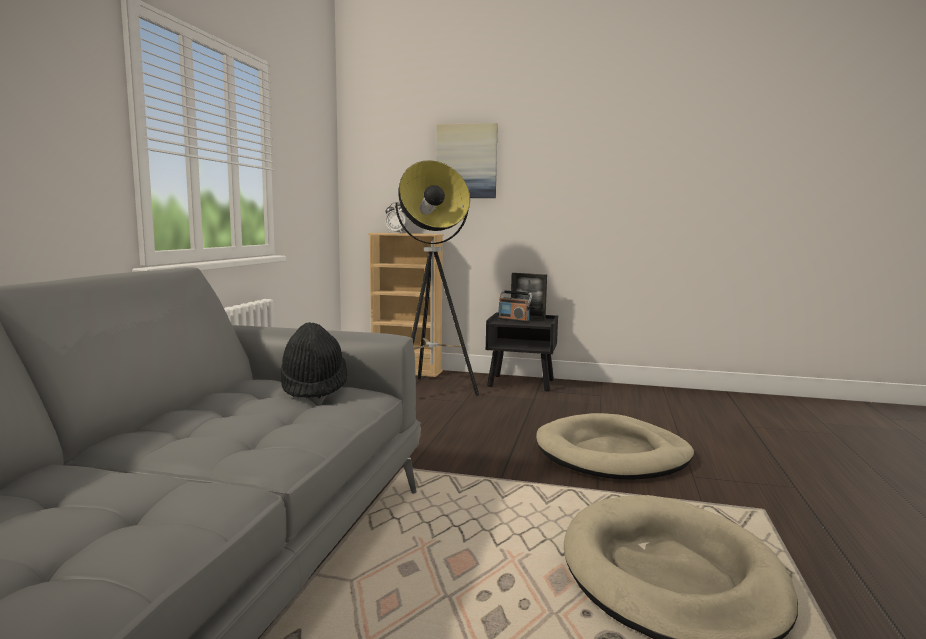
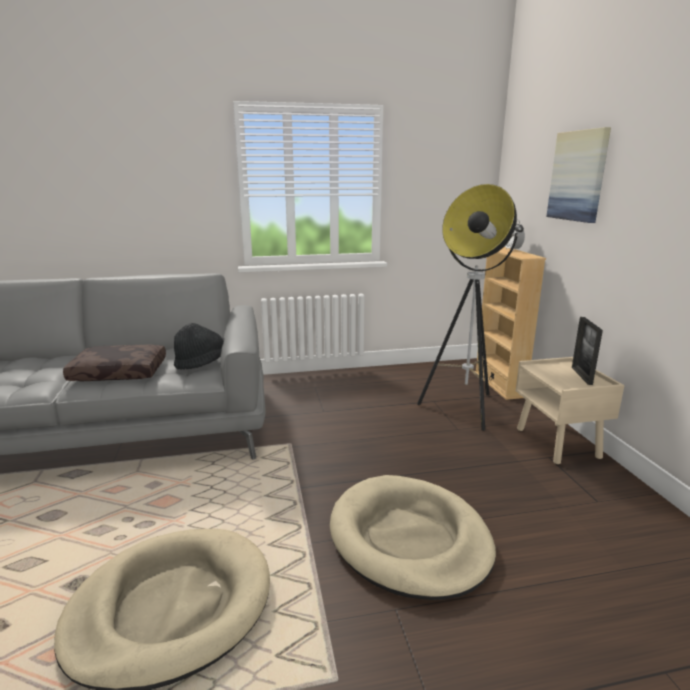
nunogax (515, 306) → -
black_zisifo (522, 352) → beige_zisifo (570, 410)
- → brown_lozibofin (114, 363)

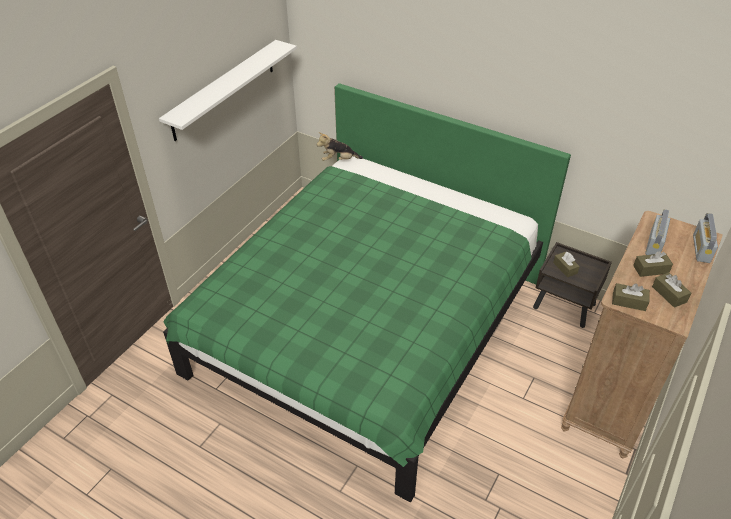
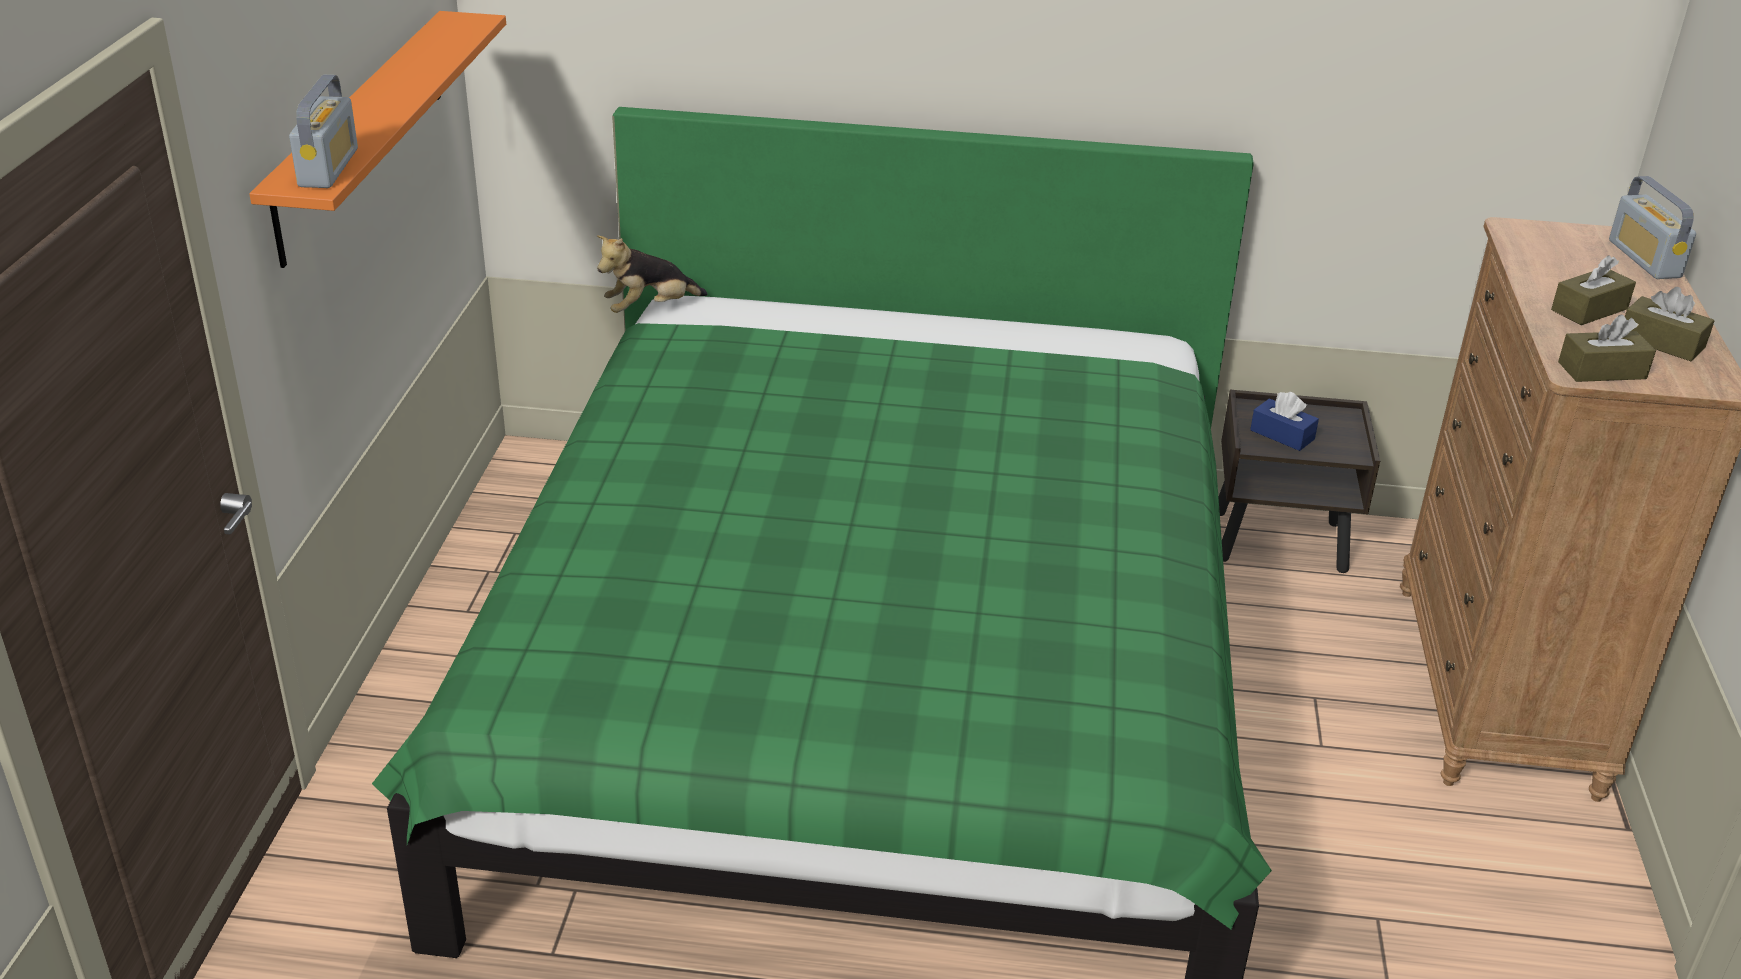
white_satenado (228, 90) → orange_satenado (377, 139)
nunogax (657, 232) → nunogax (323, 131), shifted
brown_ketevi (566, 264) → blue_ketevi (1284, 421)

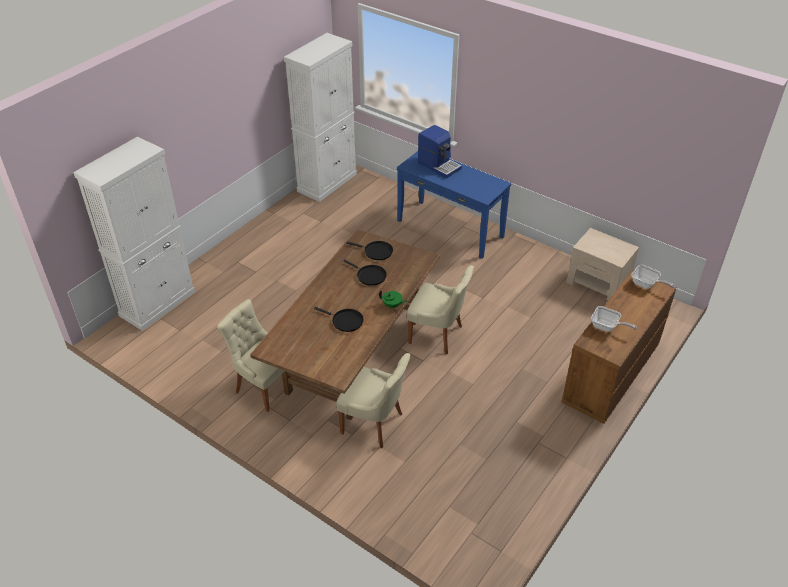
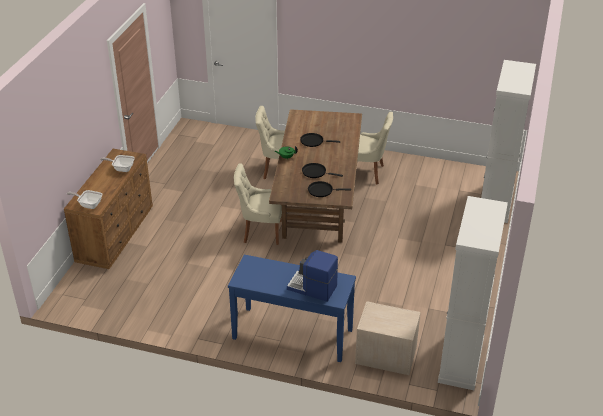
beige_zisifo (602, 264) → beige_zisifo (387, 338), shifted

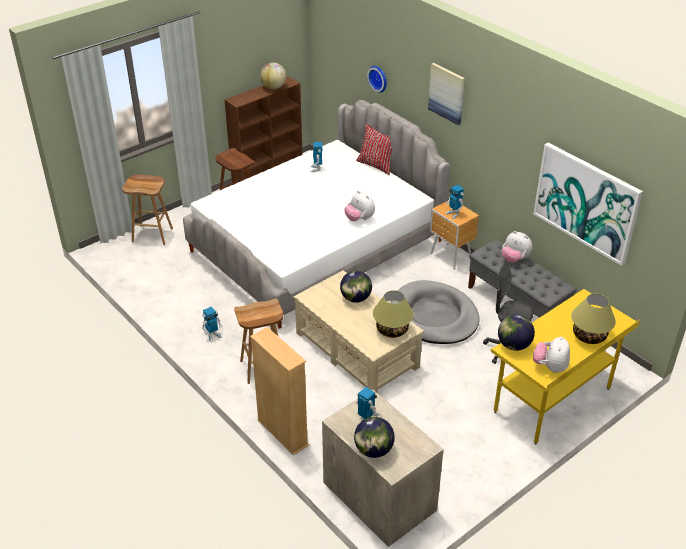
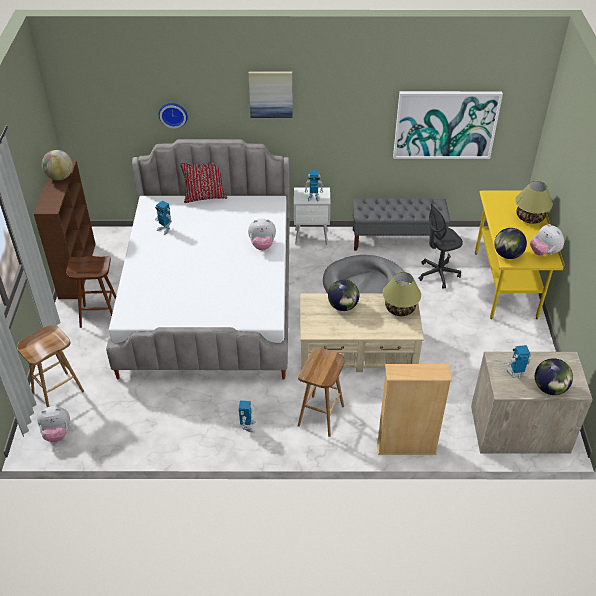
brown_zisifo (454, 235) → white_zisifo (312, 216)
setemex (517, 247) → setemex (53, 424), shifted

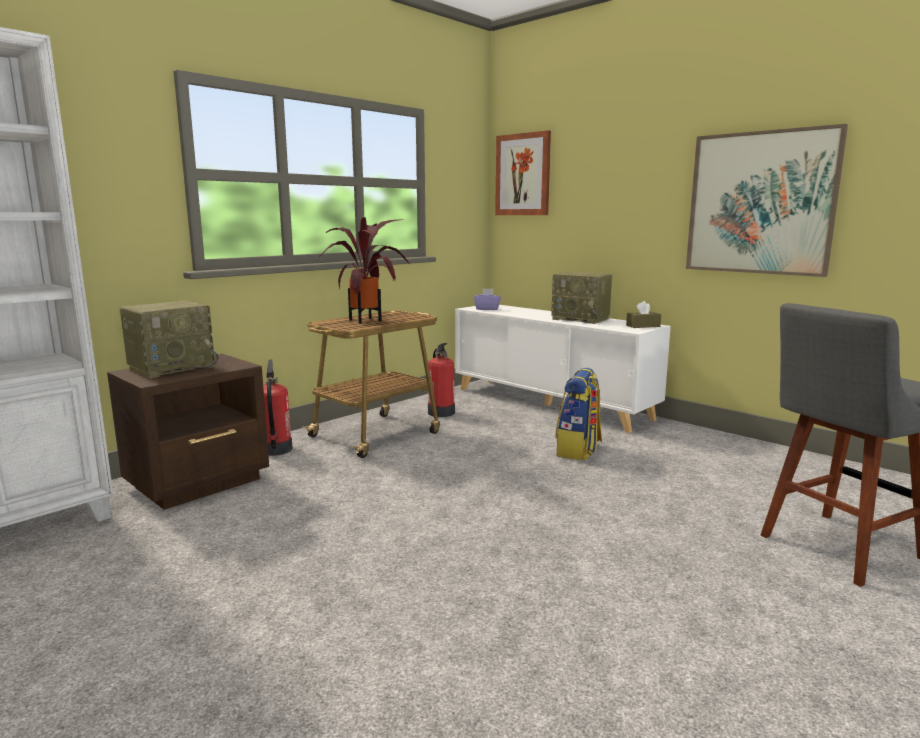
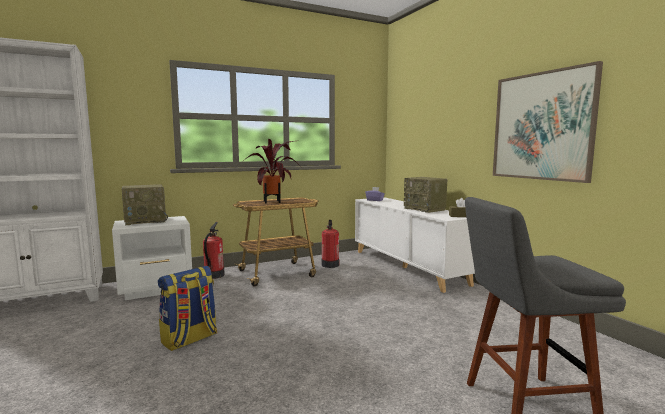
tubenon (523, 172) → -
brown_zisifo (188, 432) → white_zisifo (152, 258)
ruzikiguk (578, 414) → ruzikiguk (187, 308), shifted

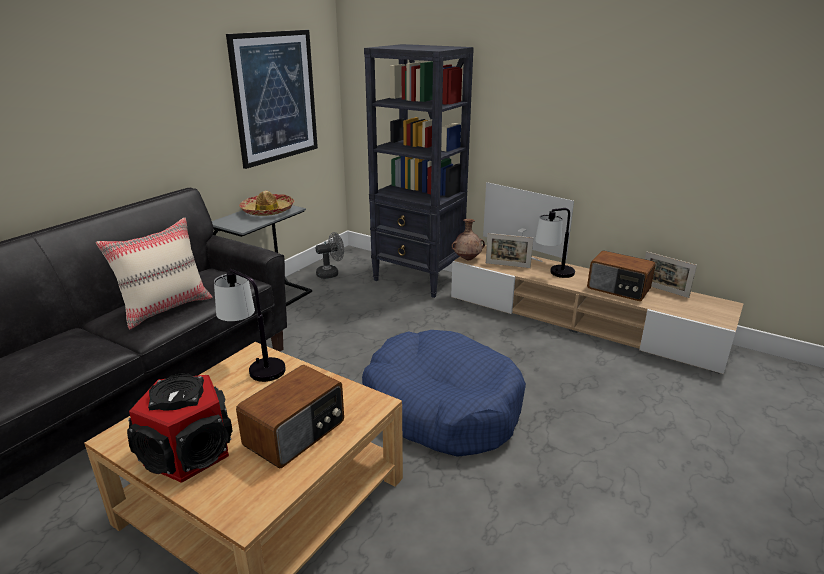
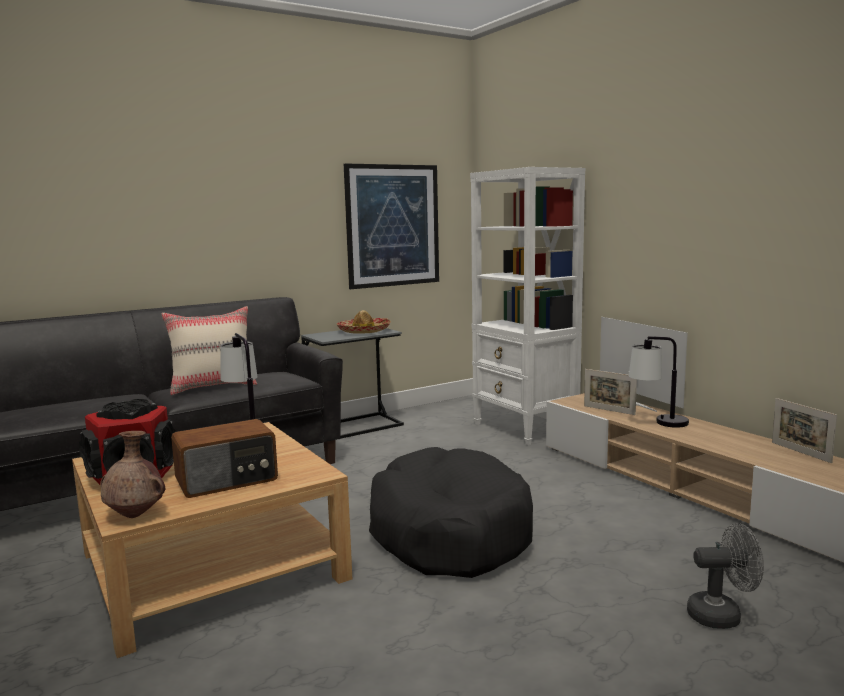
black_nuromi (419, 171) → white_nuromi (527, 306)
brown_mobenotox (468, 240) → brown_mobenotox (132, 474), shifted
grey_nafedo (330, 255) → grey_nafedo (725, 576), shifted
nunogax (621, 276) → -
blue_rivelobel (444, 393) → black_rivelobel (451, 512)

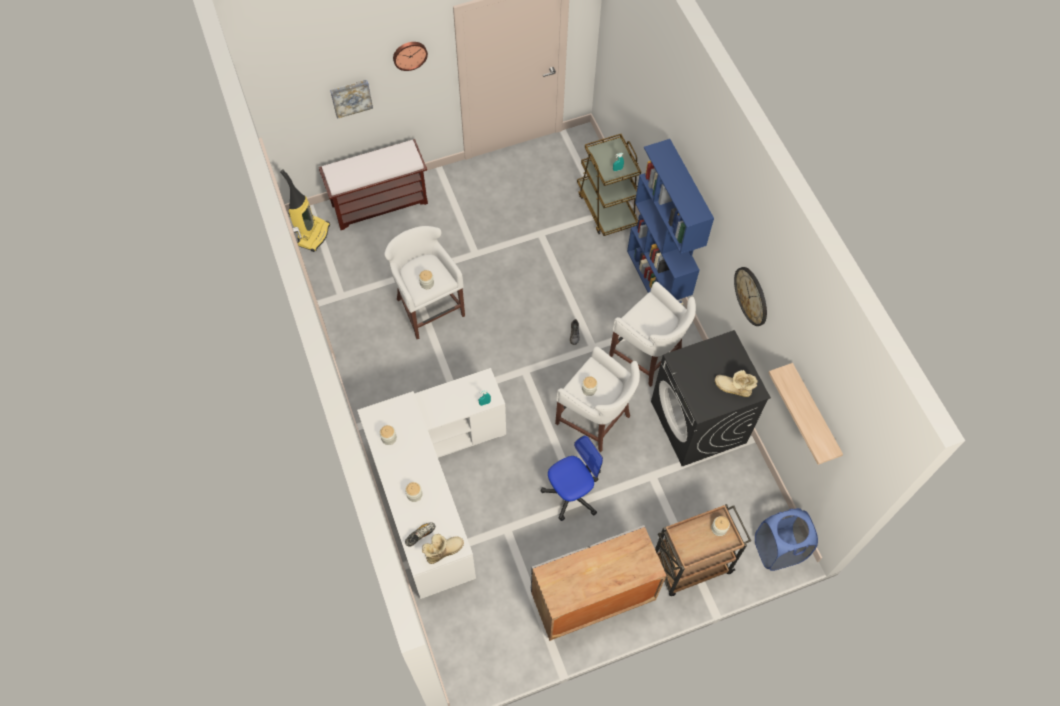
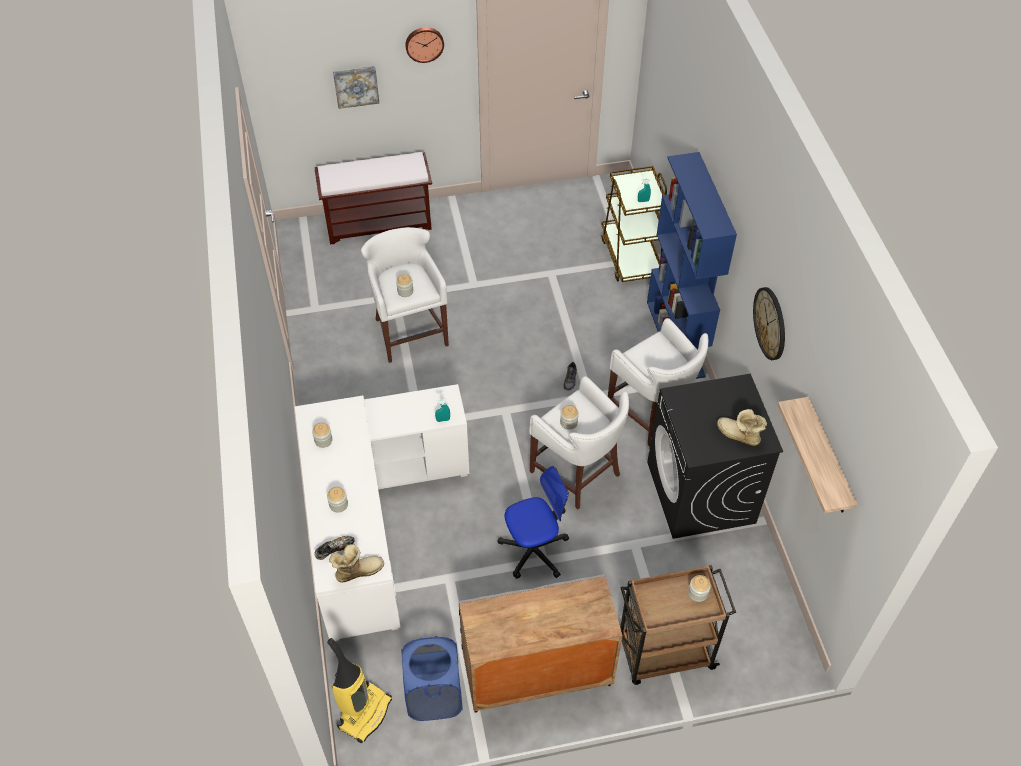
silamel (305, 210) → silamel (359, 690), shifted
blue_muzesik (786, 539) → blue_muzesik (432, 678), shifted

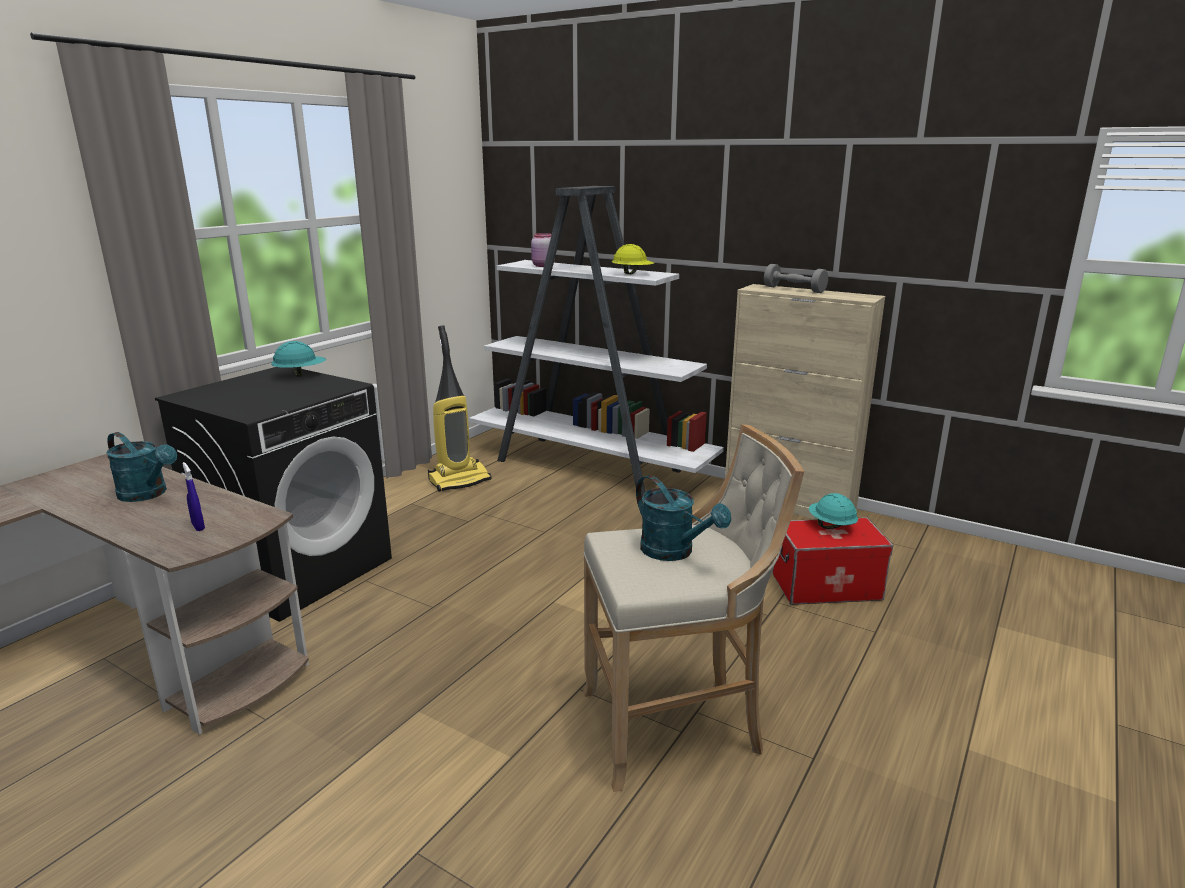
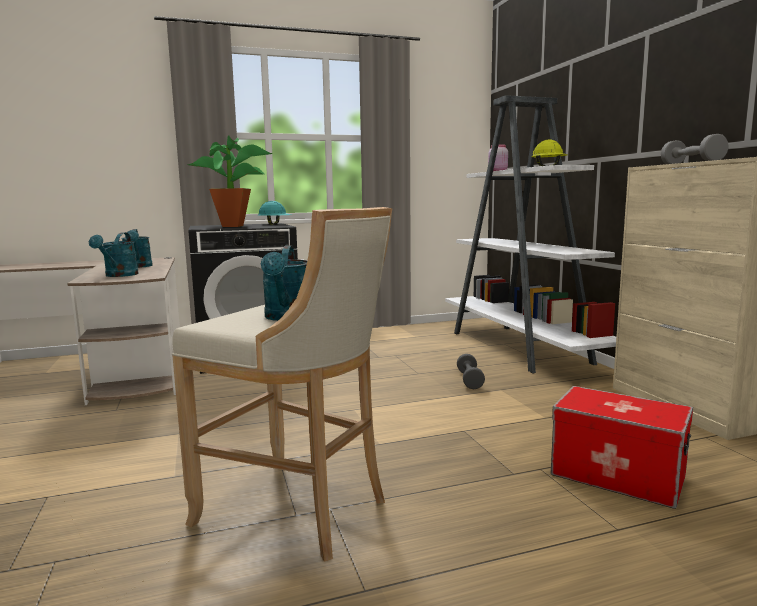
silamel (460, 408) → -
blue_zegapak (193, 496) → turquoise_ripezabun (114, 254)
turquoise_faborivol (833, 511) → -
- → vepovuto (230, 181)
- → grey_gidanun (471, 371)

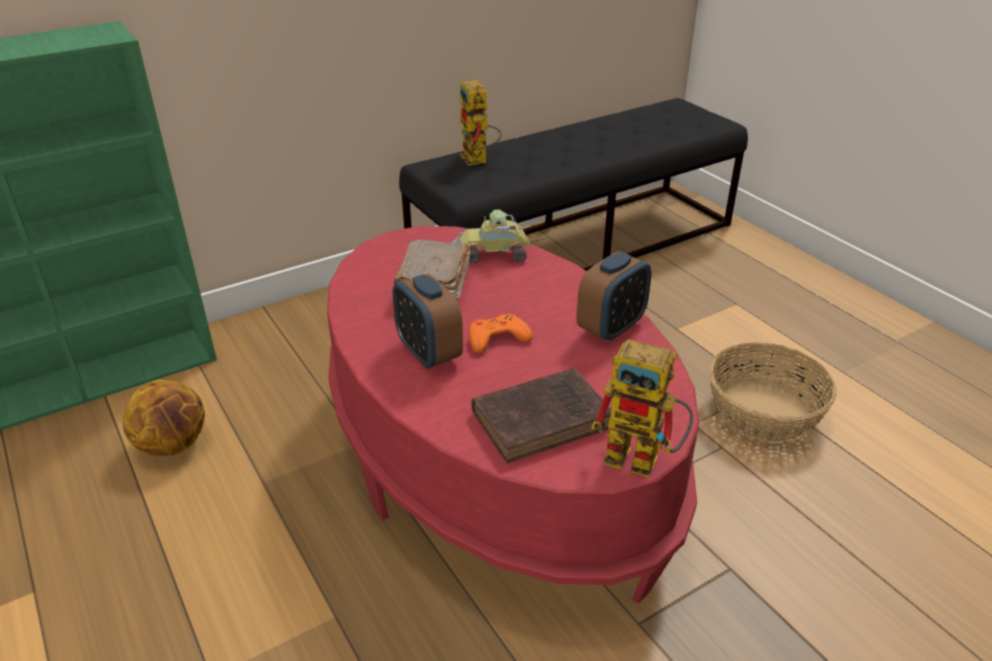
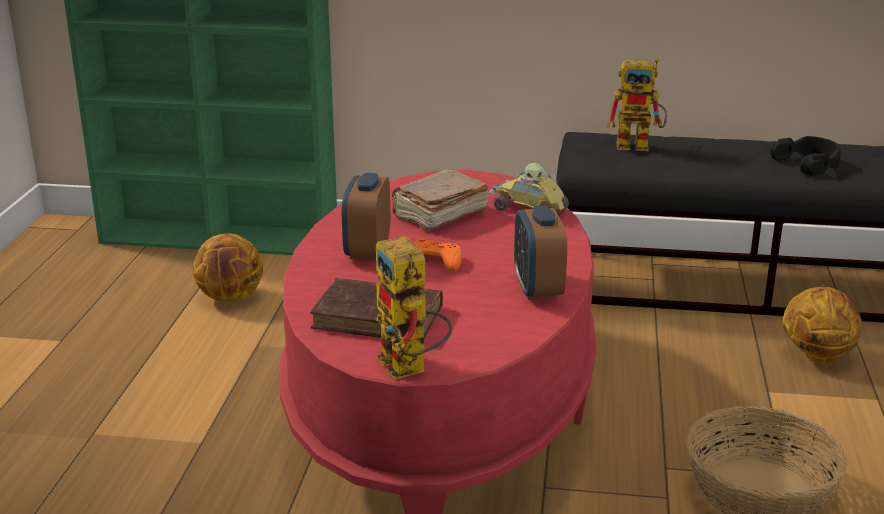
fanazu (481, 122) → fanazu (637, 104), 105 degrees counterclockwise
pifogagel (614, 296) → pifogagel (540, 252), 90 degrees clockwise
- → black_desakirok (806, 156)
- → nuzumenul (822, 325)

